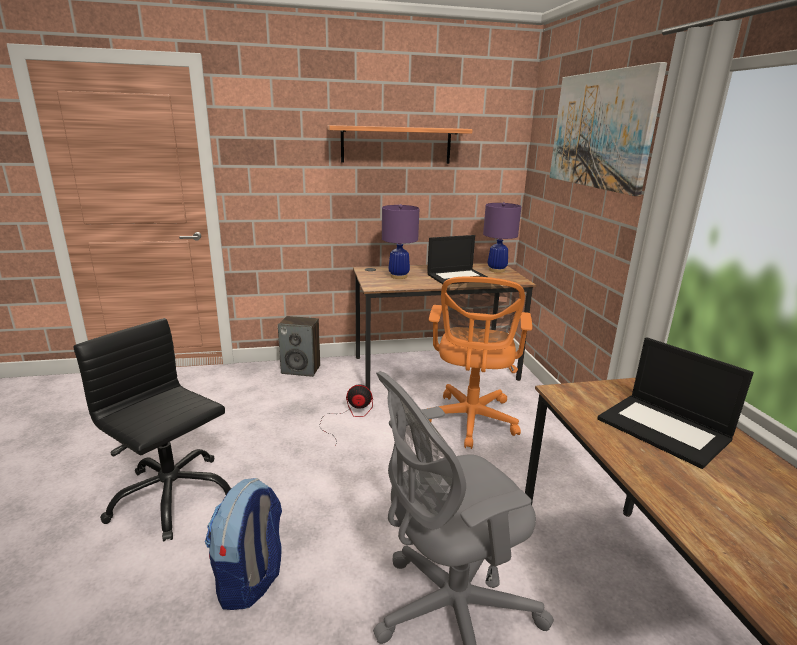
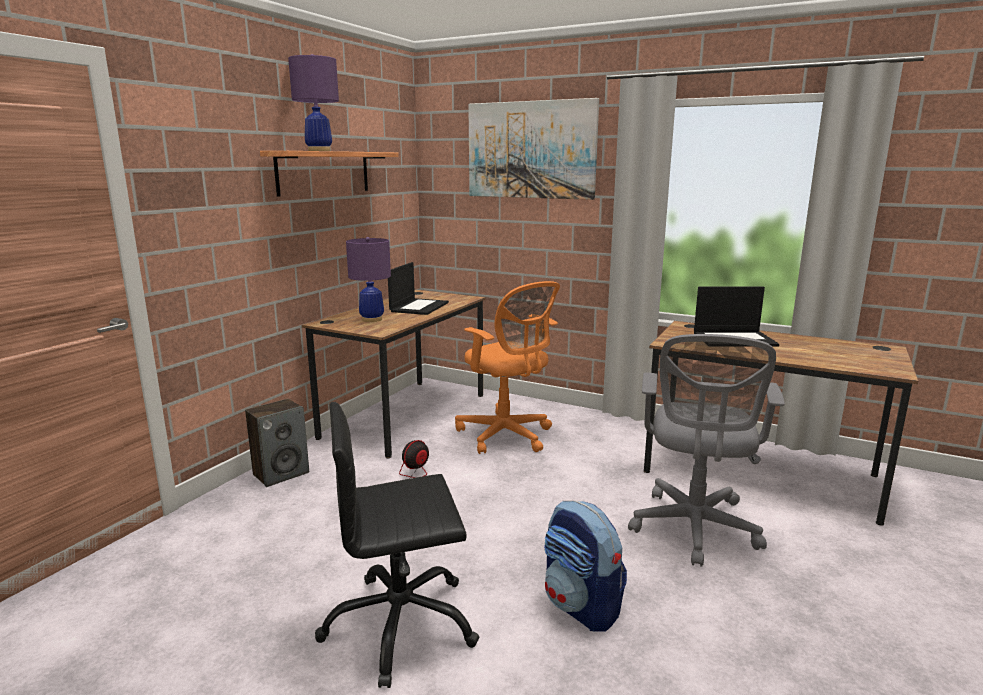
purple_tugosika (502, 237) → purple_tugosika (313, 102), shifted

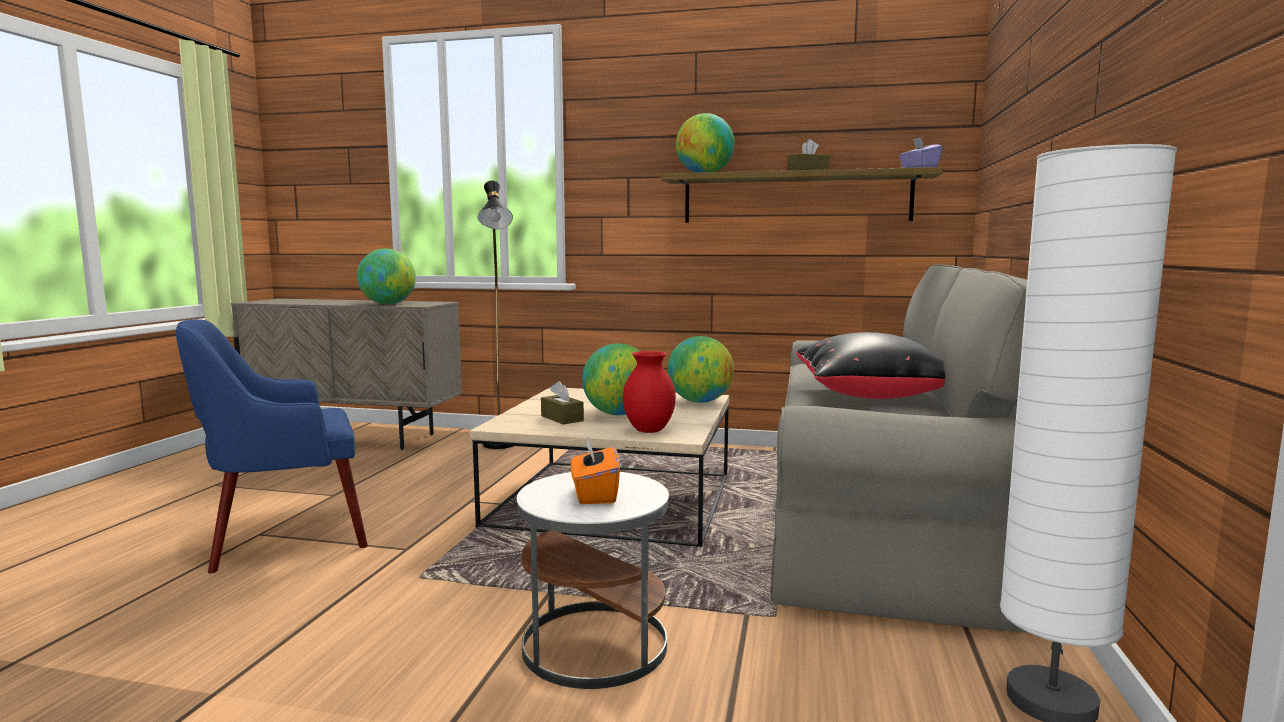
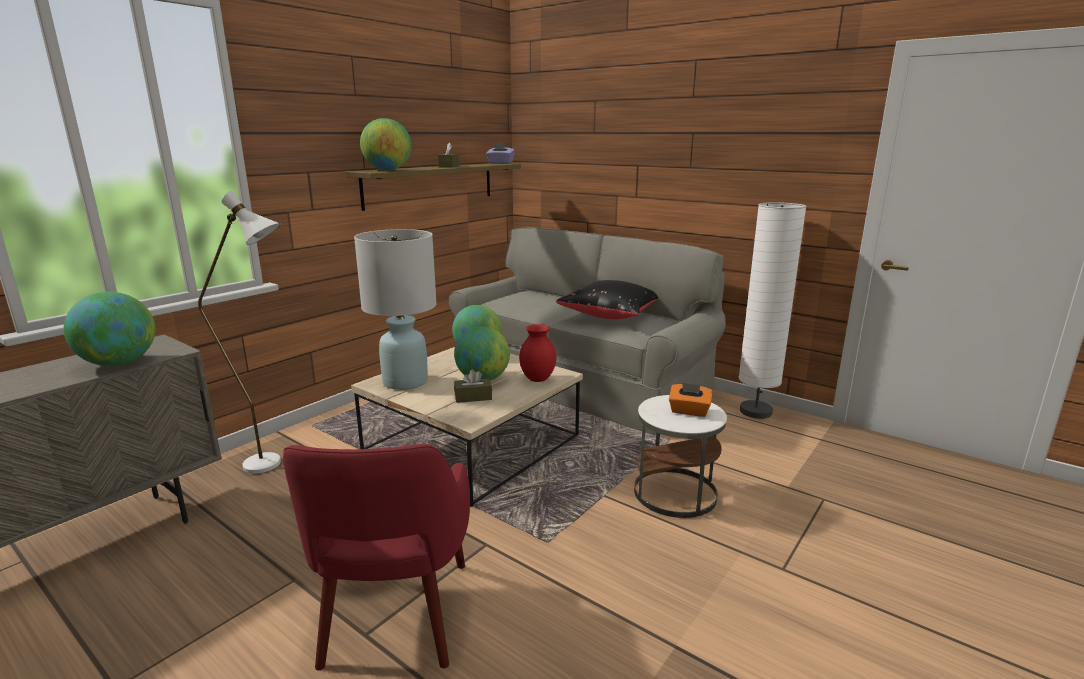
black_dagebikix (495, 315) → white_dagebikix (239, 332)
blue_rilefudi (272, 446) → red_rilefudi (376, 557)
- → white_tugosika (395, 309)

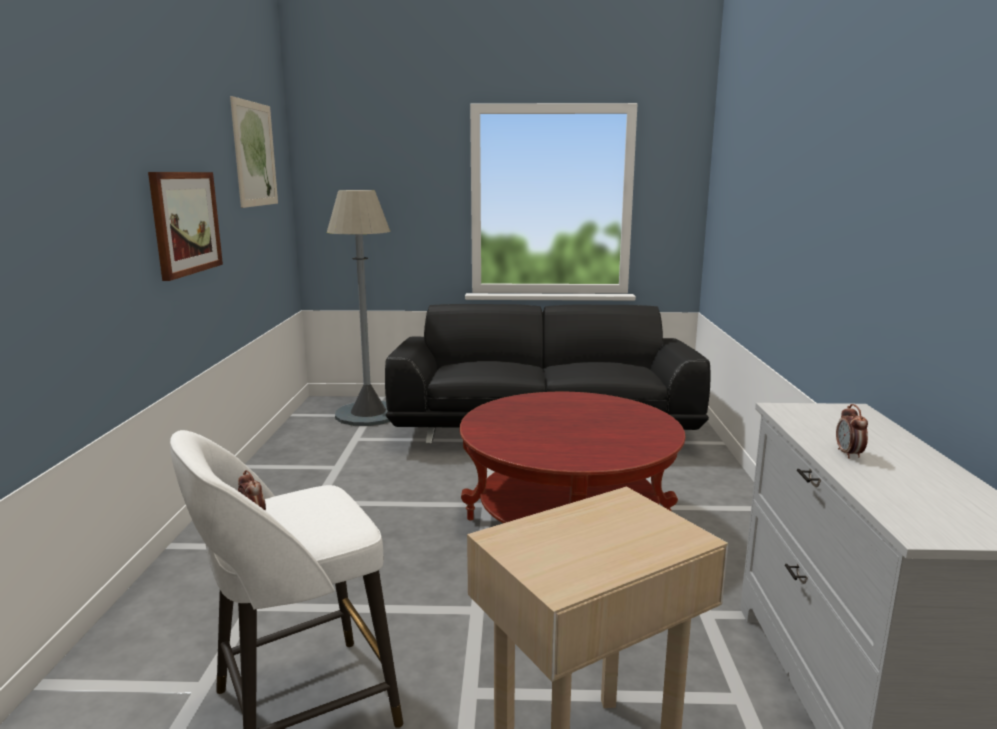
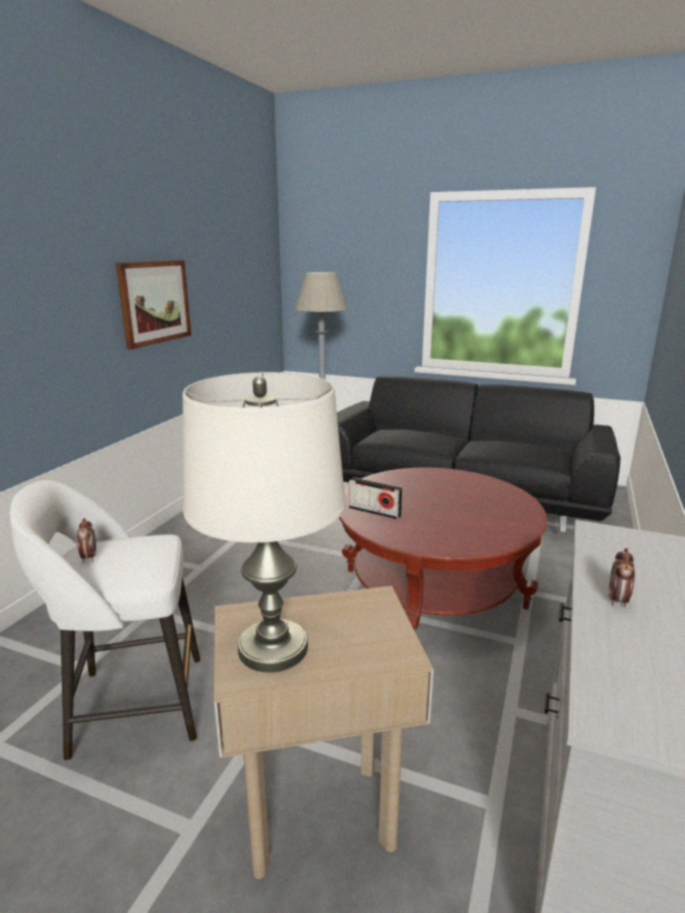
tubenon (254, 152) → -
- → white_tugosika (264, 522)
- → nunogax (375, 498)

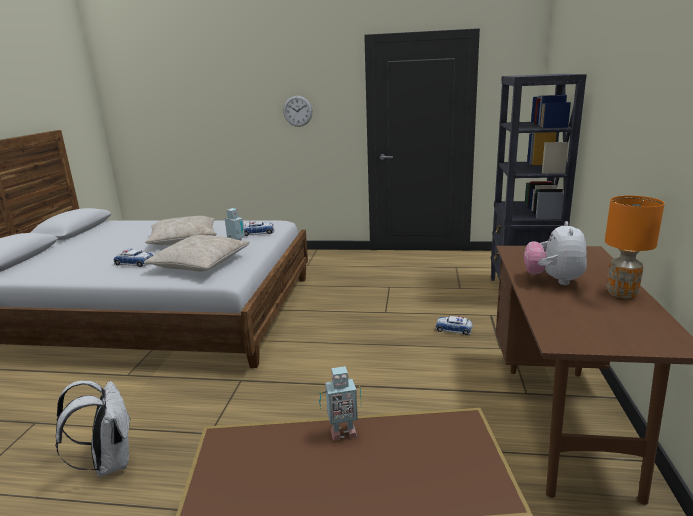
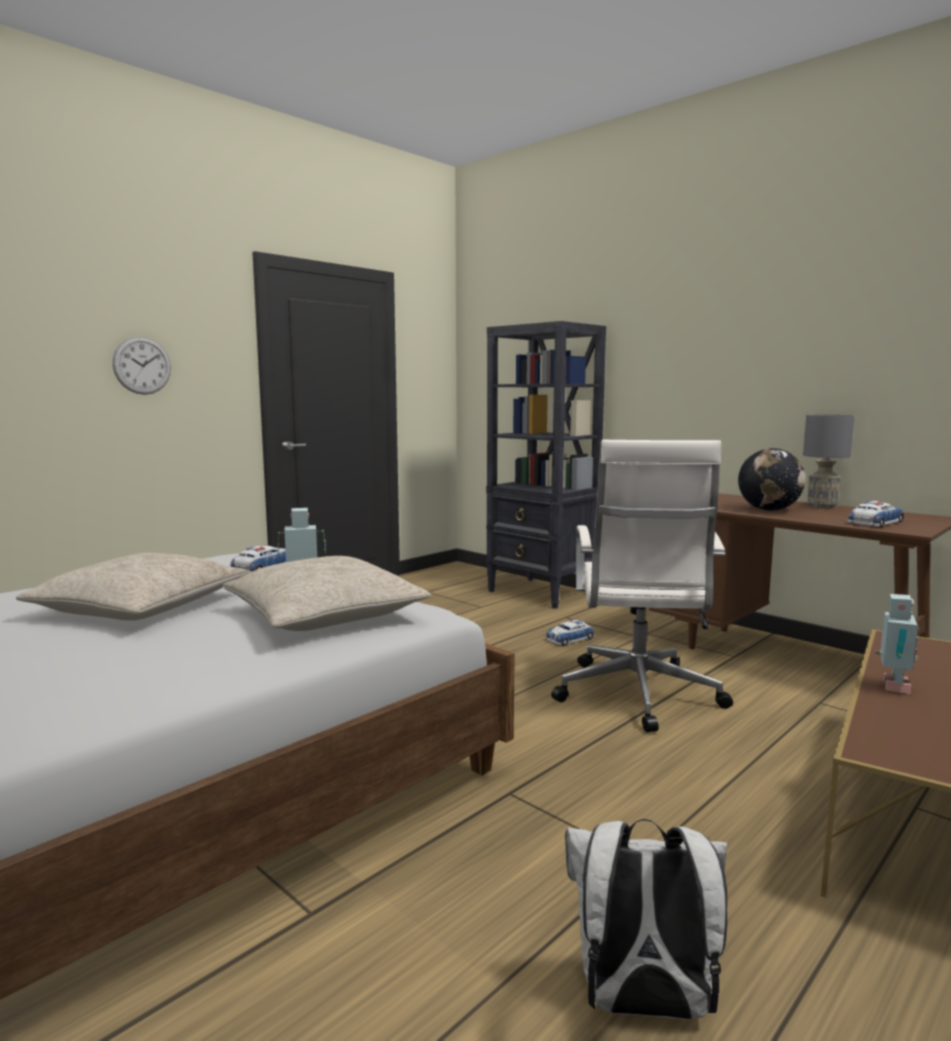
orange_tugosika (635, 247) → grey_tugosika (828, 461)
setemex (555, 253) → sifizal (772, 479)
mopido (134, 258) → mopido (875, 514), shifted
- → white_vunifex (642, 586)

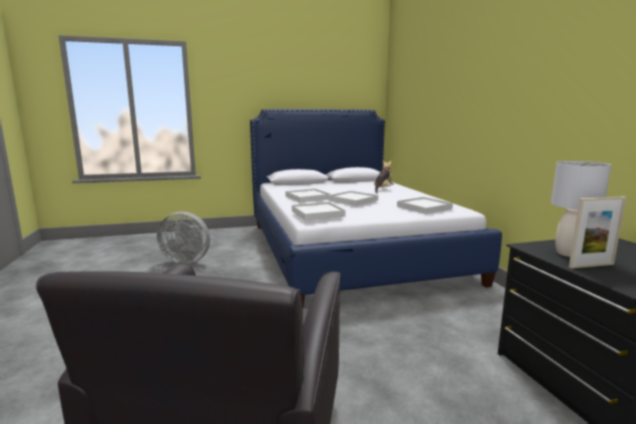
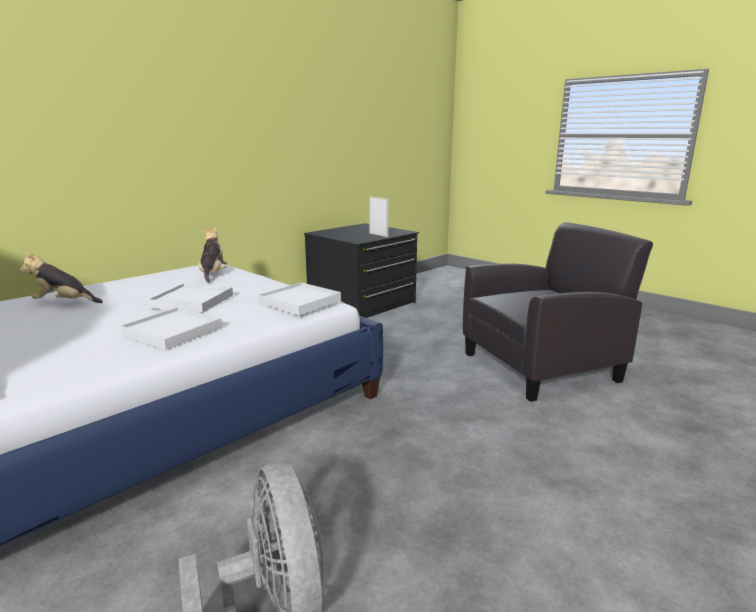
grey_tugosika (581, 209) → -
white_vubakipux (425, 205) → setemex (212, 255)

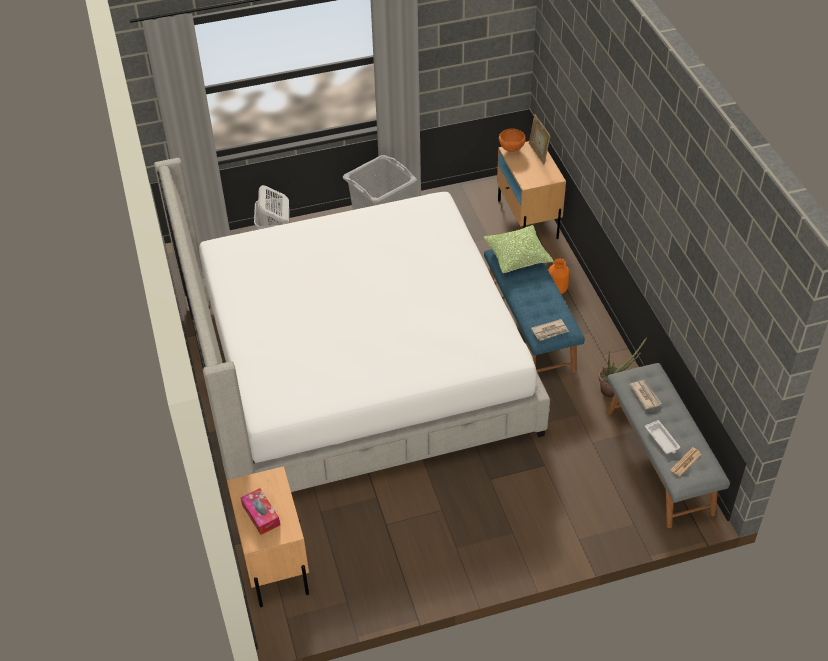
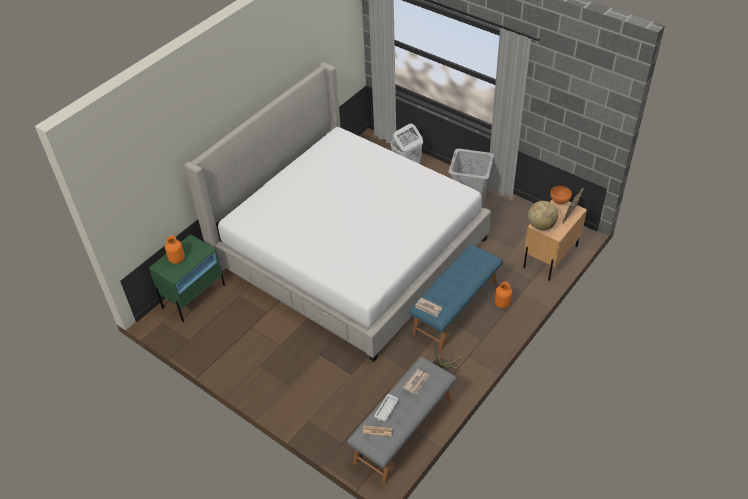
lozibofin (519, 249) → -
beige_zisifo (268, 536) → green_zisifo (187, 278)
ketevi (260, 511) → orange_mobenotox (175, 250)
- → sifizal (543, 215)

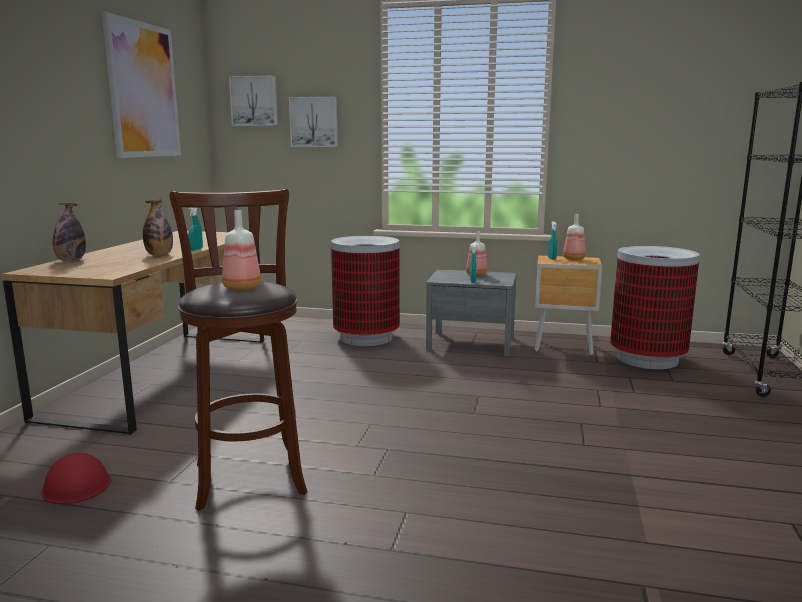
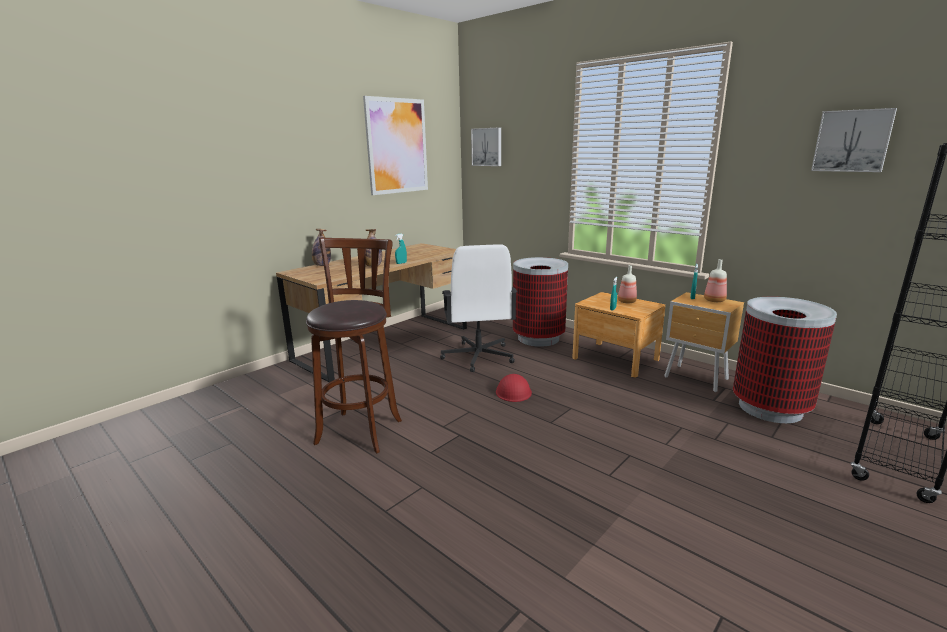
tubenon (313, 122) → tubenon (854, 140), shifted
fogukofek (241, 250) → -
grey_zisifo (471, 313) → brown_zisifo (619, 335)
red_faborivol (76, 478) → red_faborivol (514, 388), shifted
- → white_vunifex (479, 308)

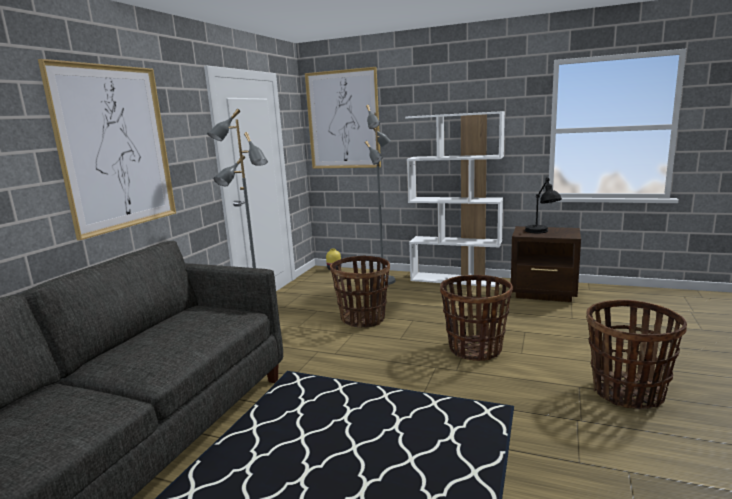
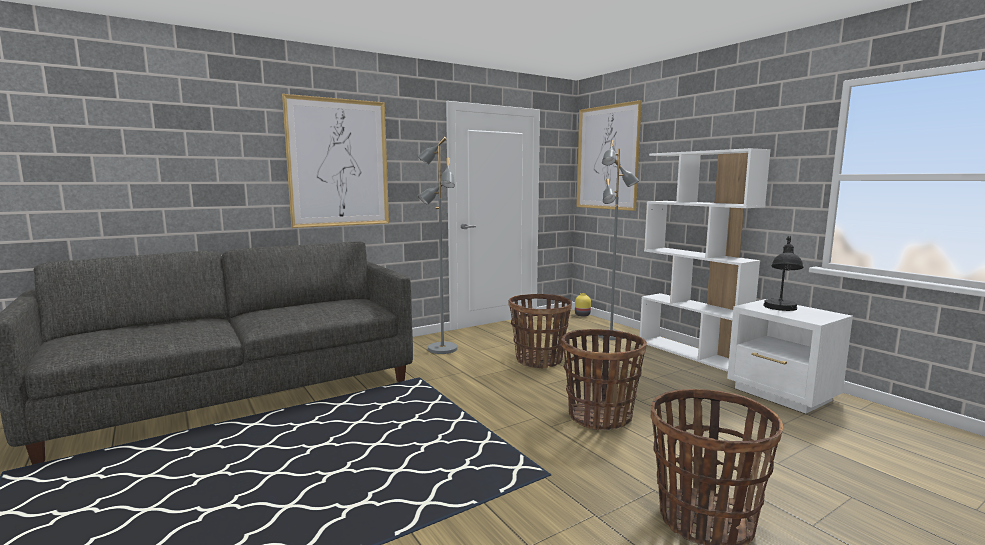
brown_zisifo (546, 264) → white_zisifo (790, 356)

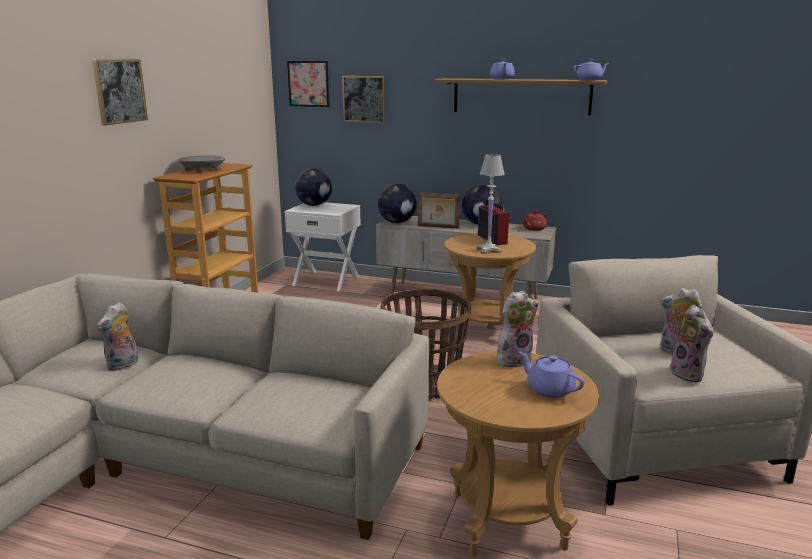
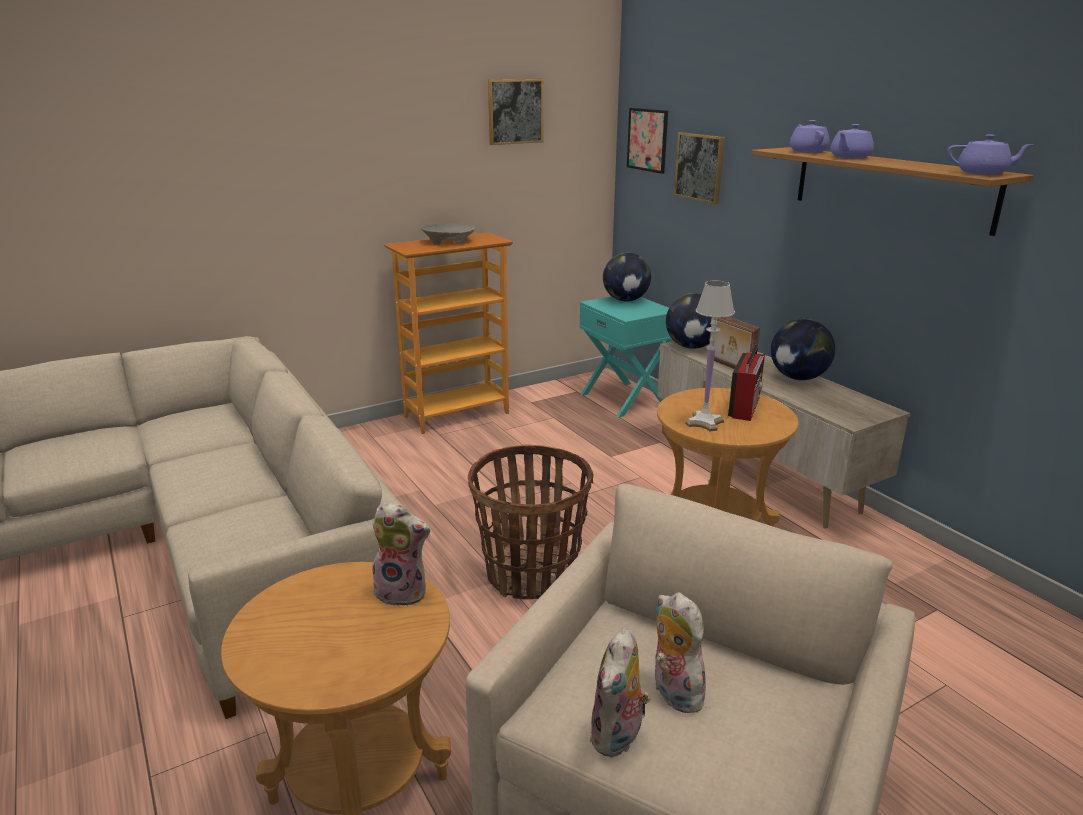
tubenon (120, 92) → tubenon (516, 112), shifted
white_zisifo (323, 246) → turquoise_zisifo (625, 357)
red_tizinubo (535, 221) → -
setemex (117, 336) → -
purple_tizinubo (552, 374) → purple_tizinubo (810, 136), shifted

